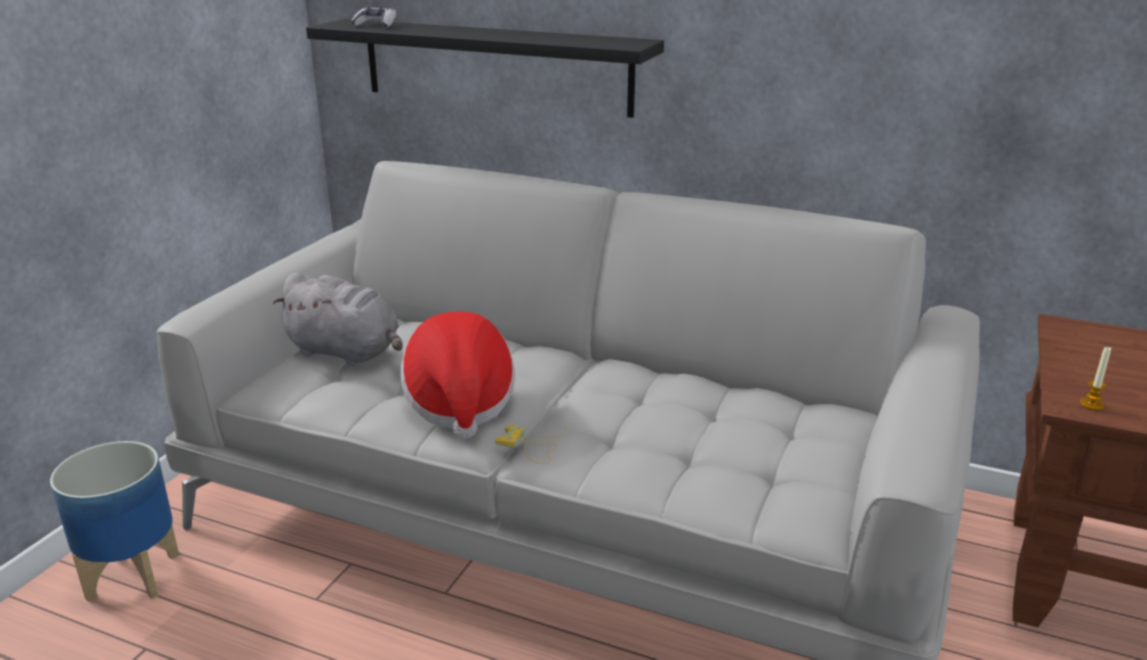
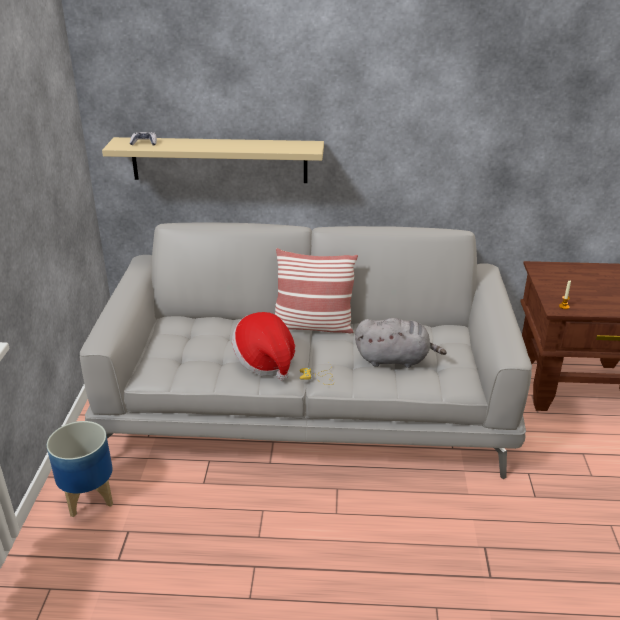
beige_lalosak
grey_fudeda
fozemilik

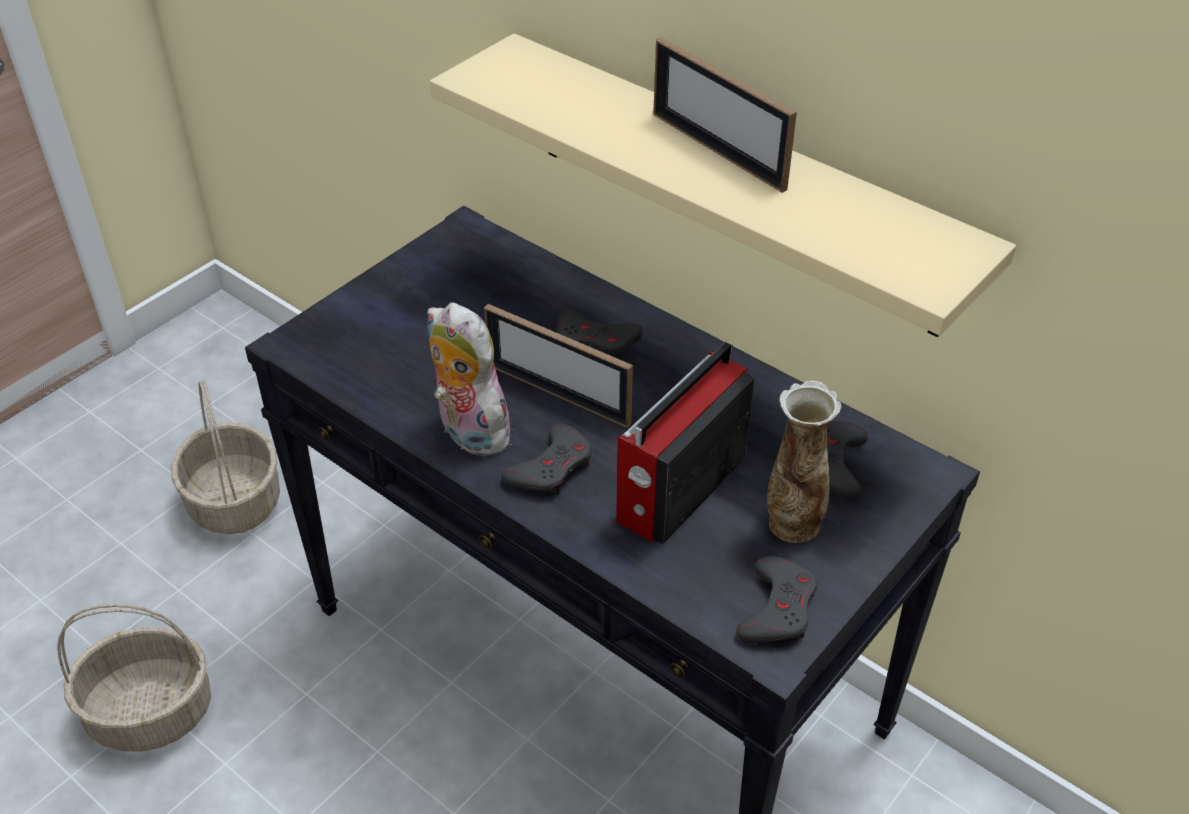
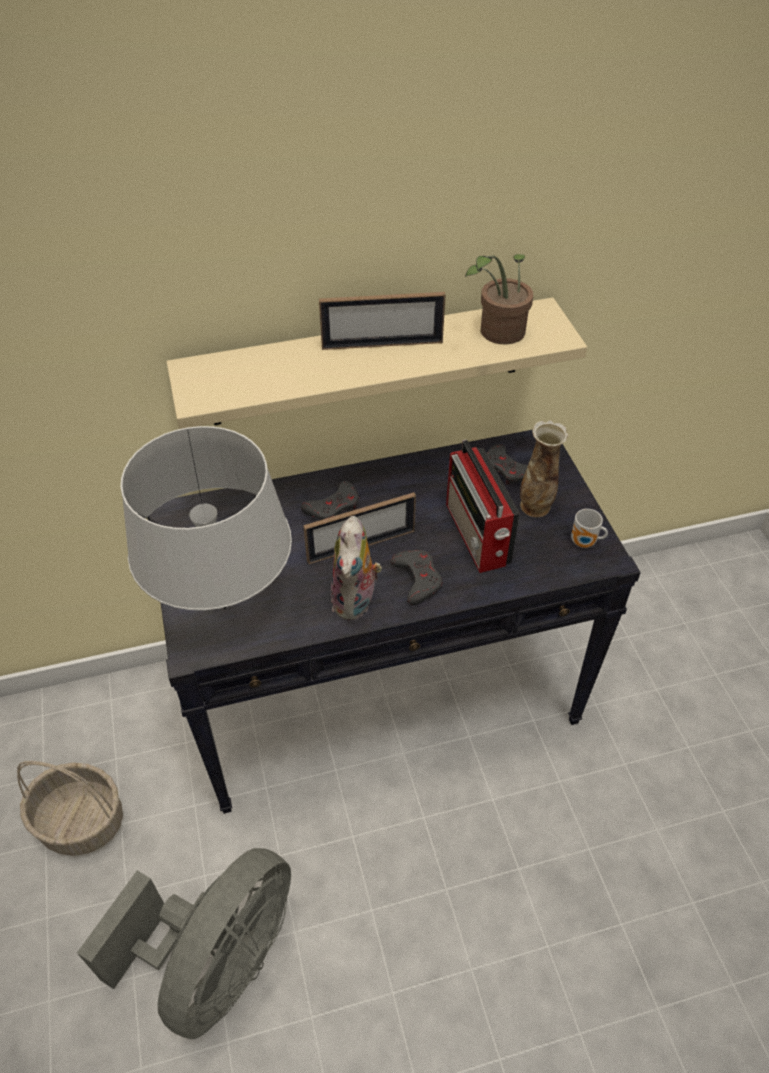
fudeda
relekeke
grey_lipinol
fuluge
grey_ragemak

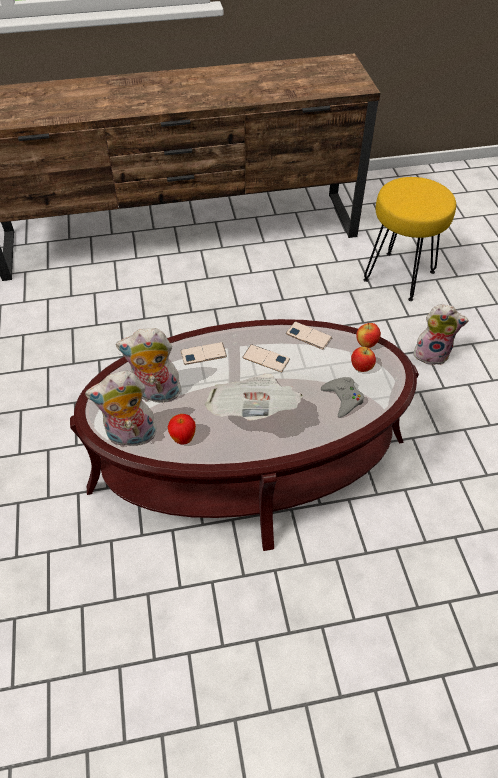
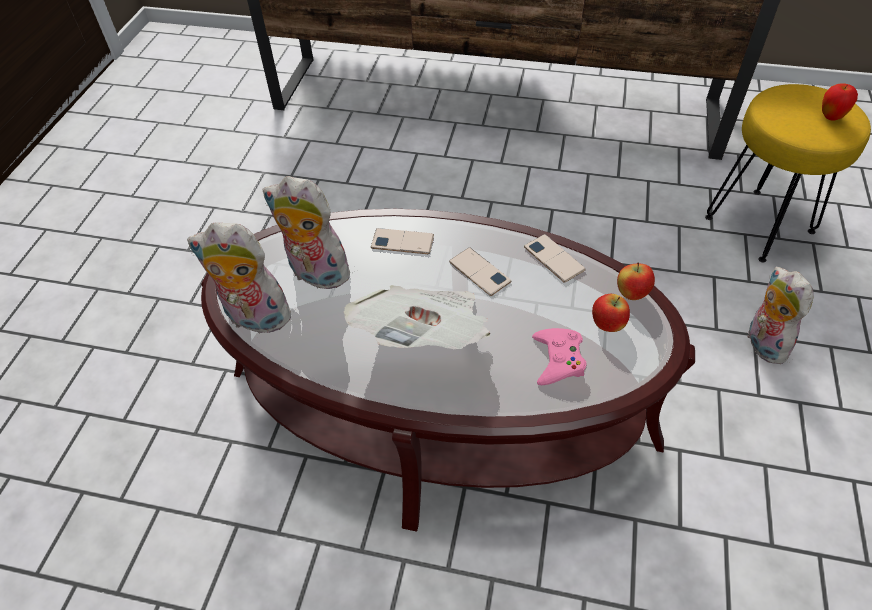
fudeda (3rd from left)
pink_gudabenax
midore (3rd from left)

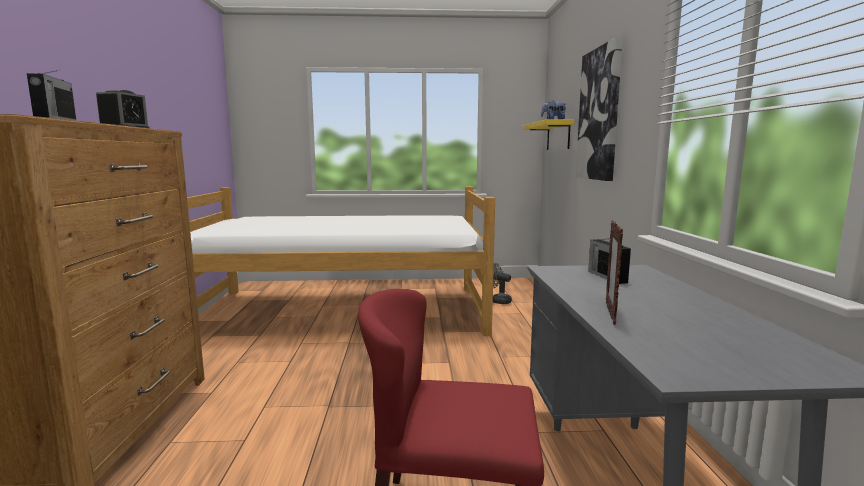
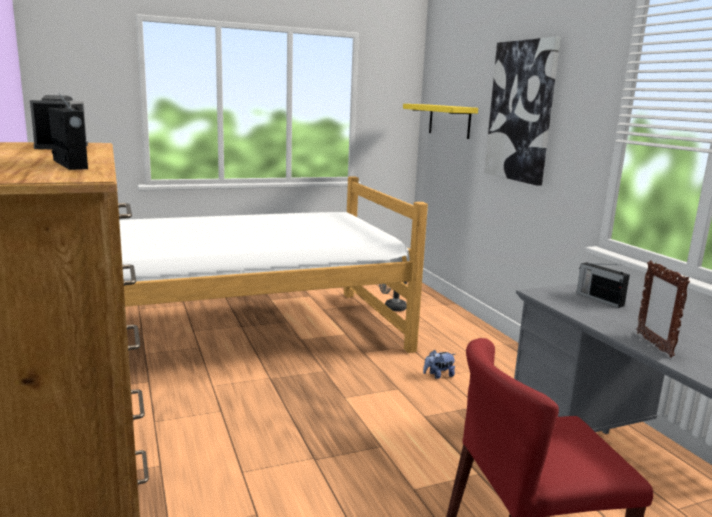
fudeda

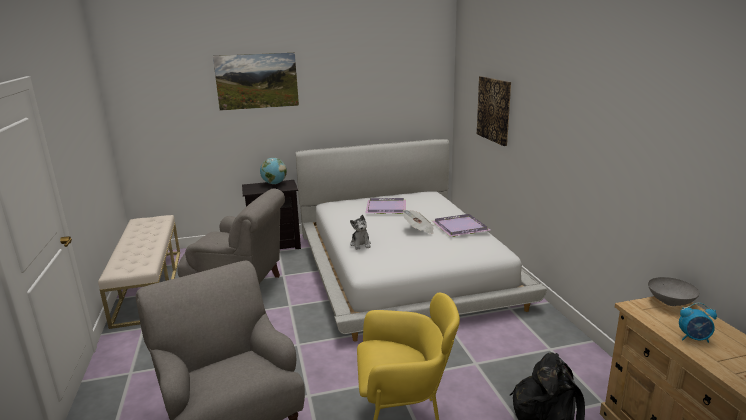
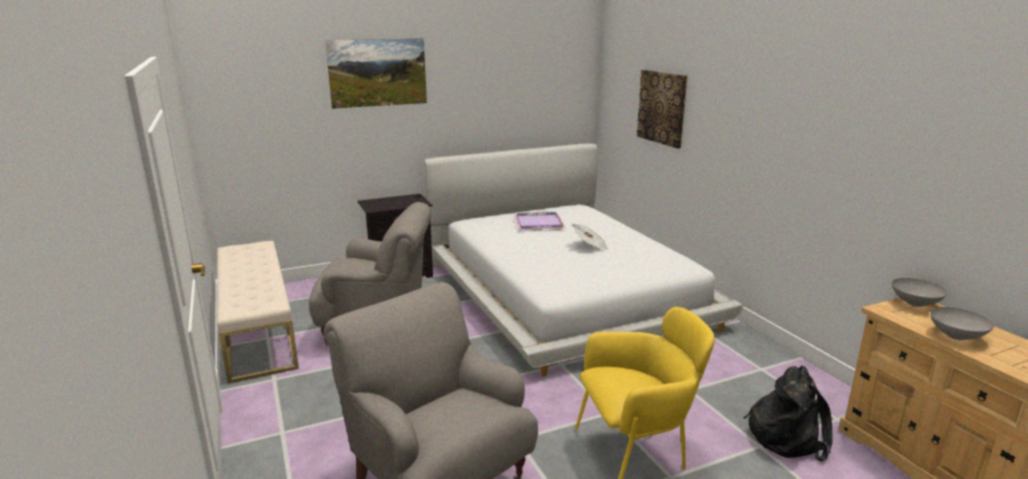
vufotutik
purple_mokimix (2nd from left in the first image)
fudeda
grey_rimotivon (2nd from left)

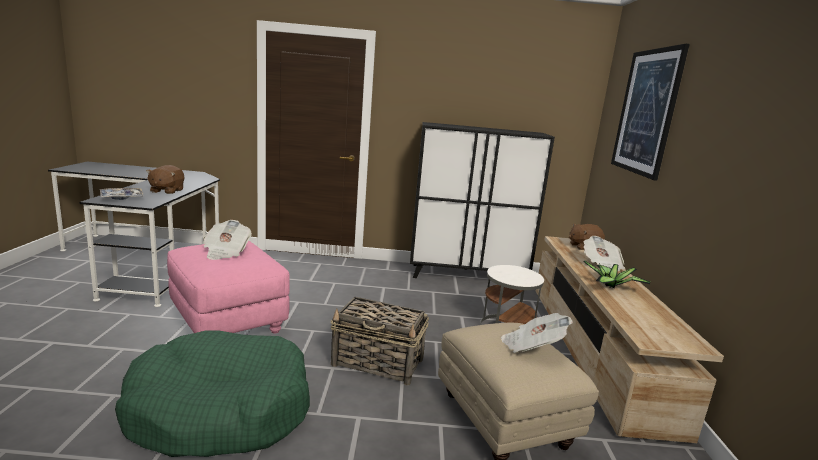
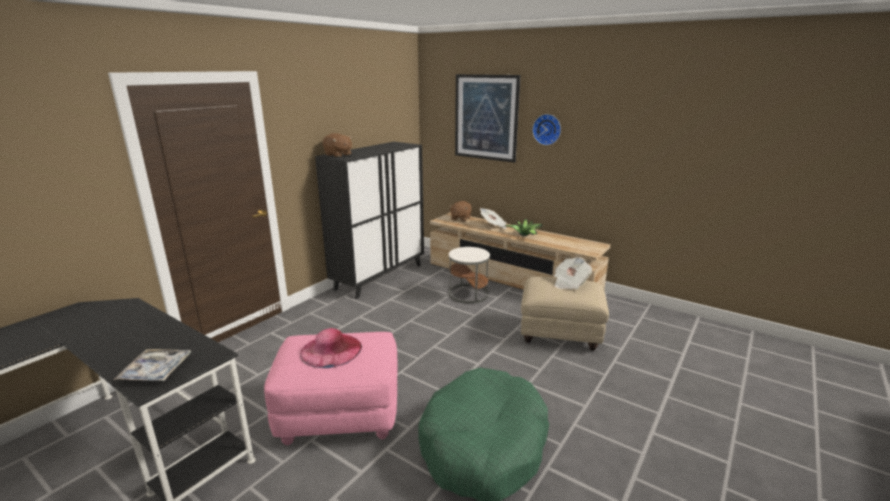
brown_fudeda (1st from left)
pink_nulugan
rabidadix
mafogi

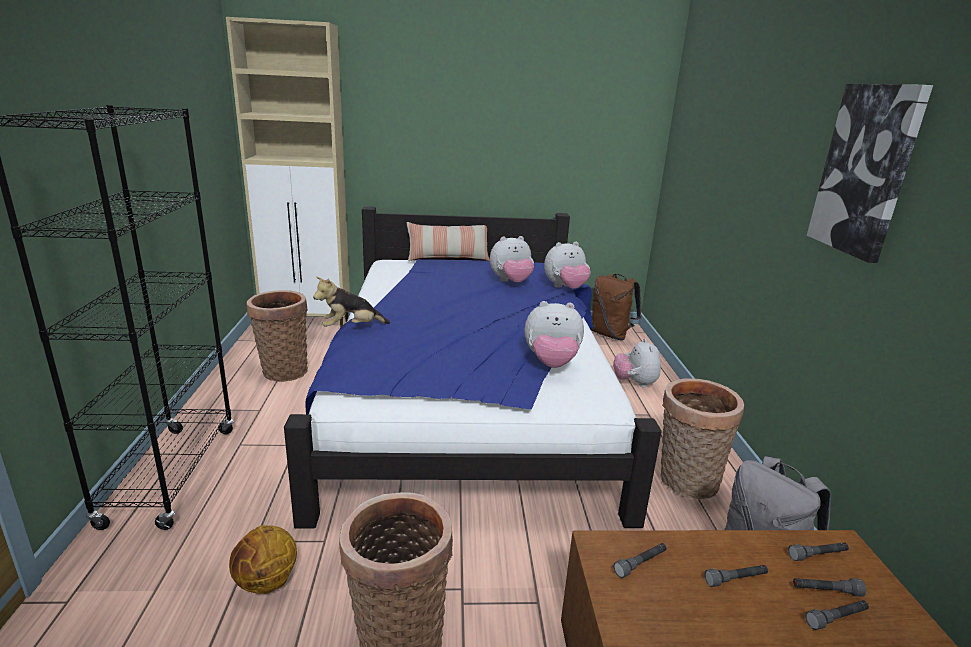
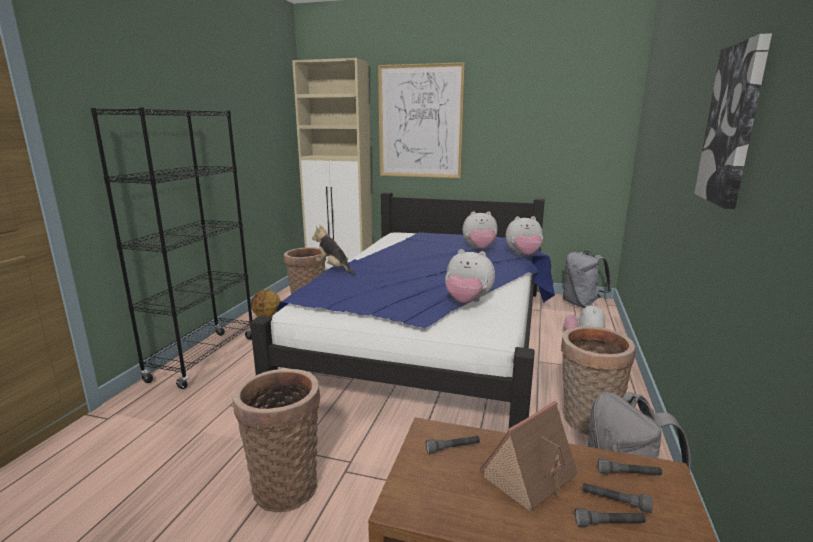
fozemilik
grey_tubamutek (1st from left)
fudeda (1st from left)
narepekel
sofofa
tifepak (1st from left)

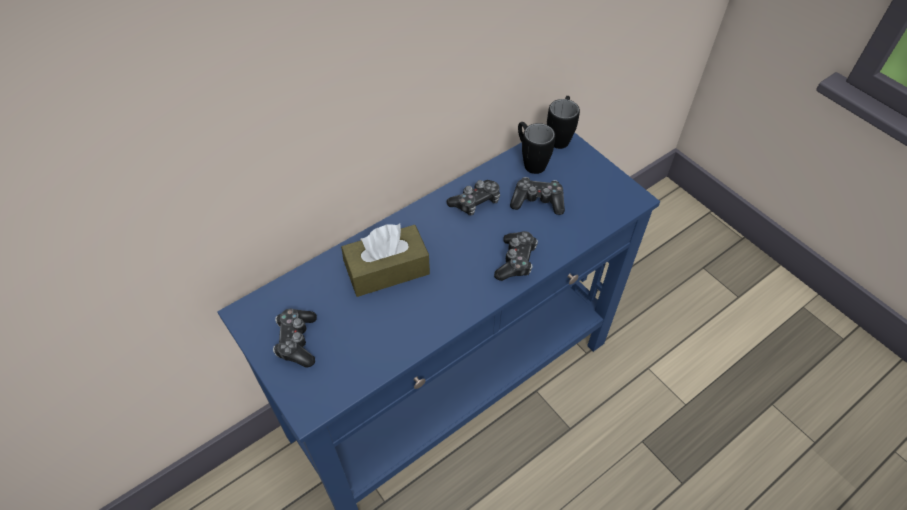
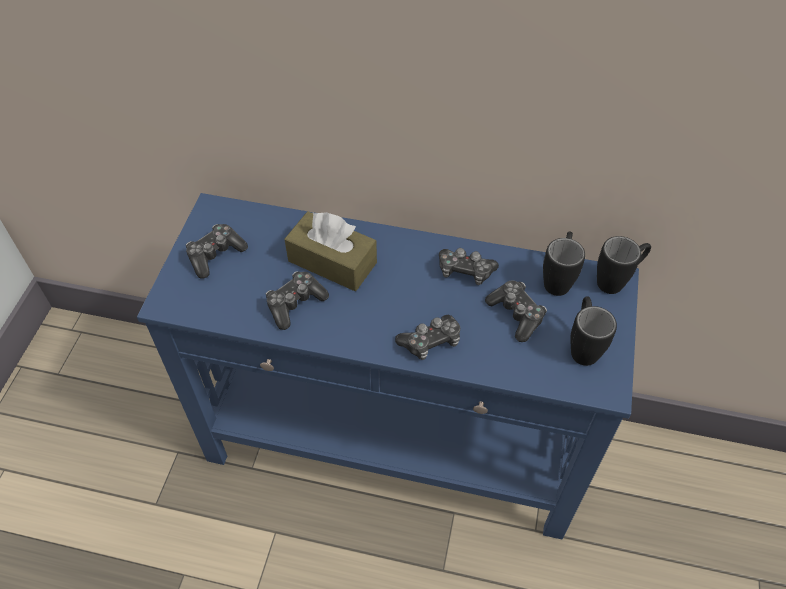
gudabenax (2nd from left)
black_relekeke (2nd from left)

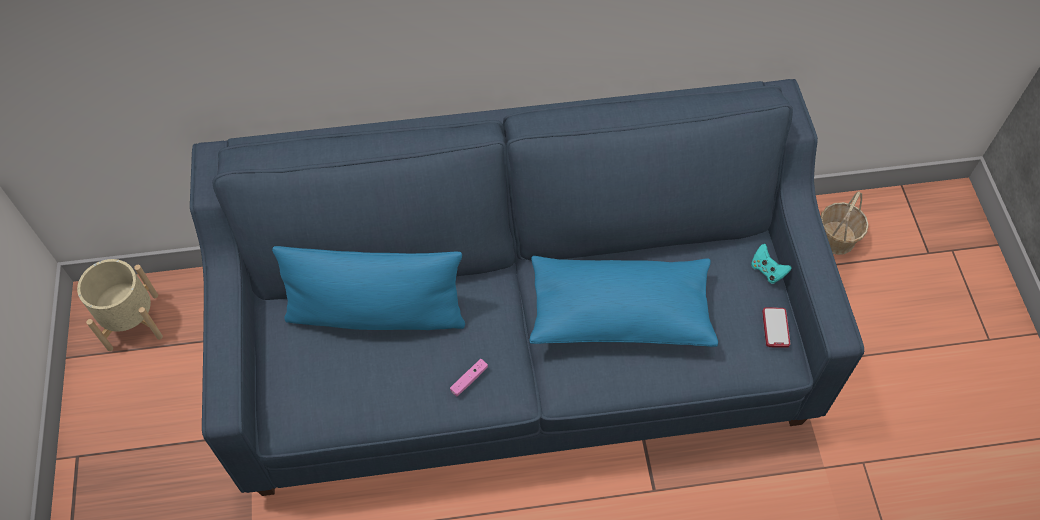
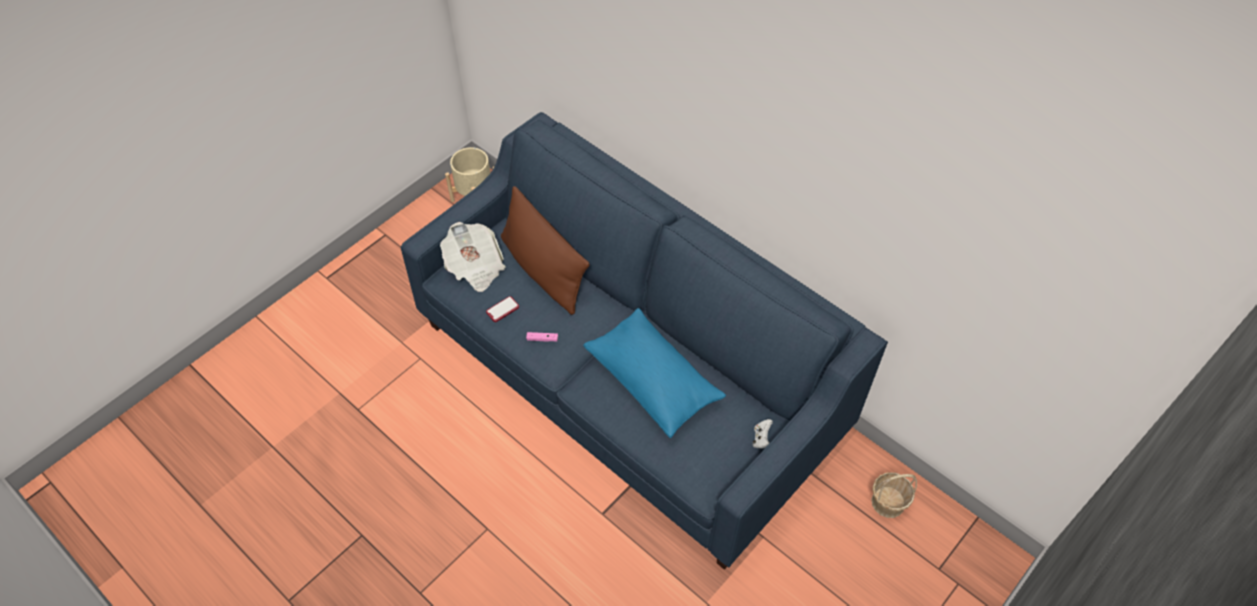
white_gudabenax
brown_fozemilik
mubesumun
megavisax

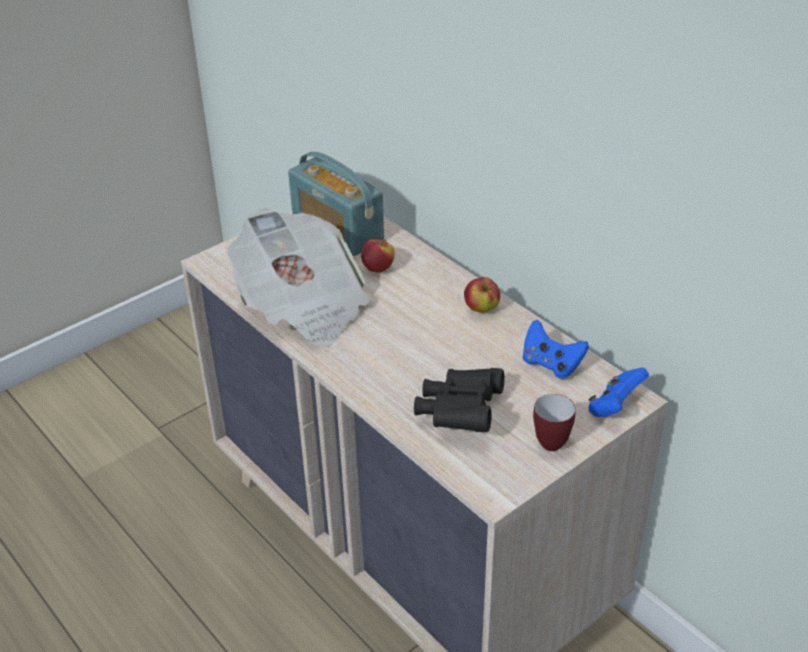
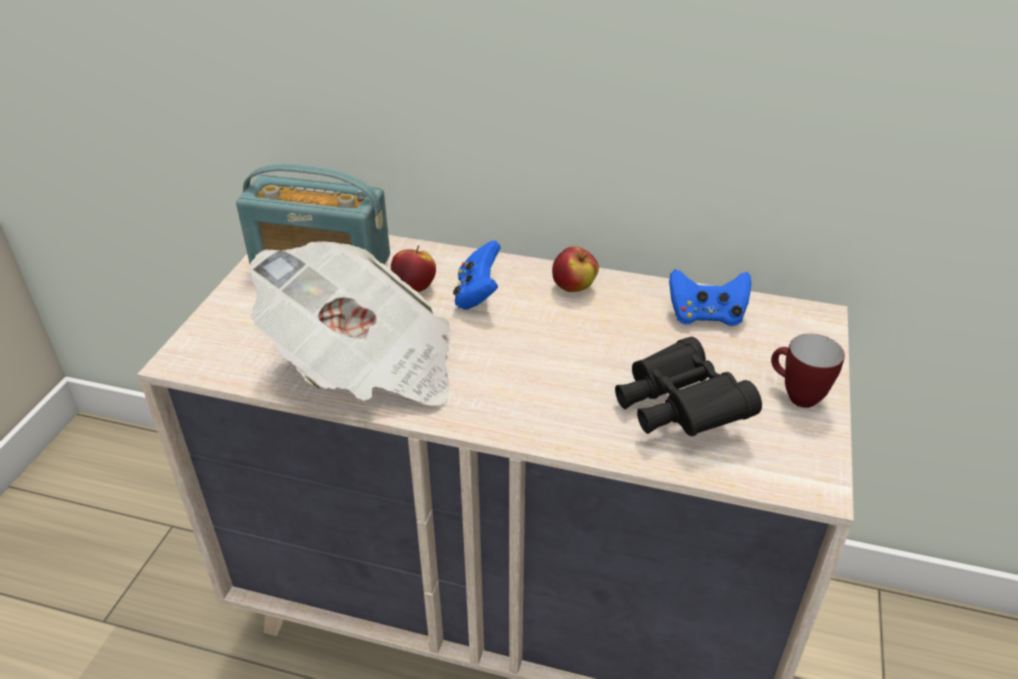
blue_gudabenax (1st from left)

